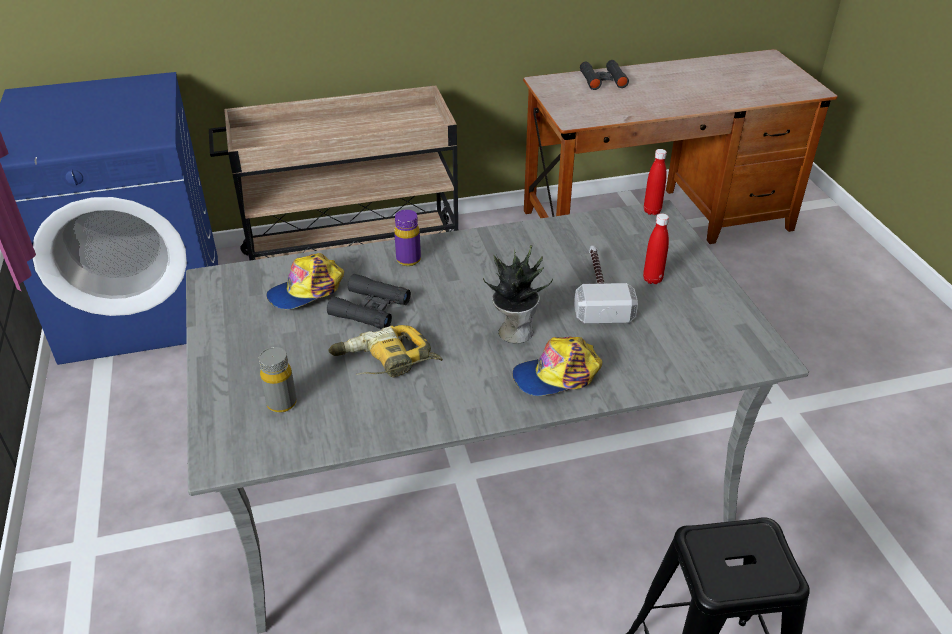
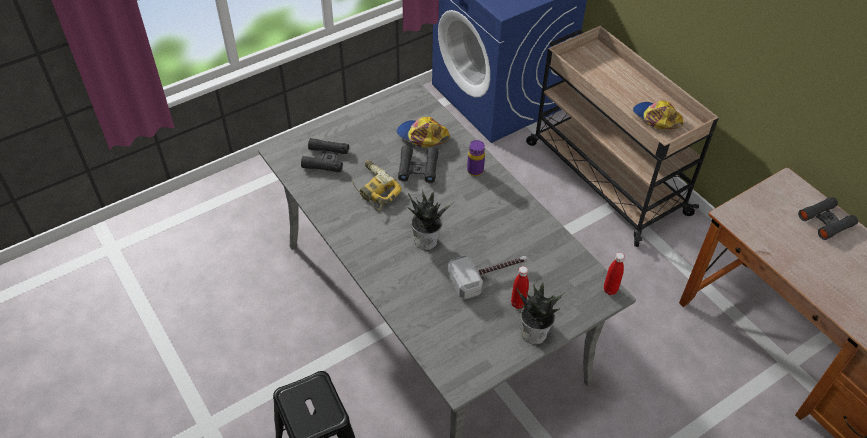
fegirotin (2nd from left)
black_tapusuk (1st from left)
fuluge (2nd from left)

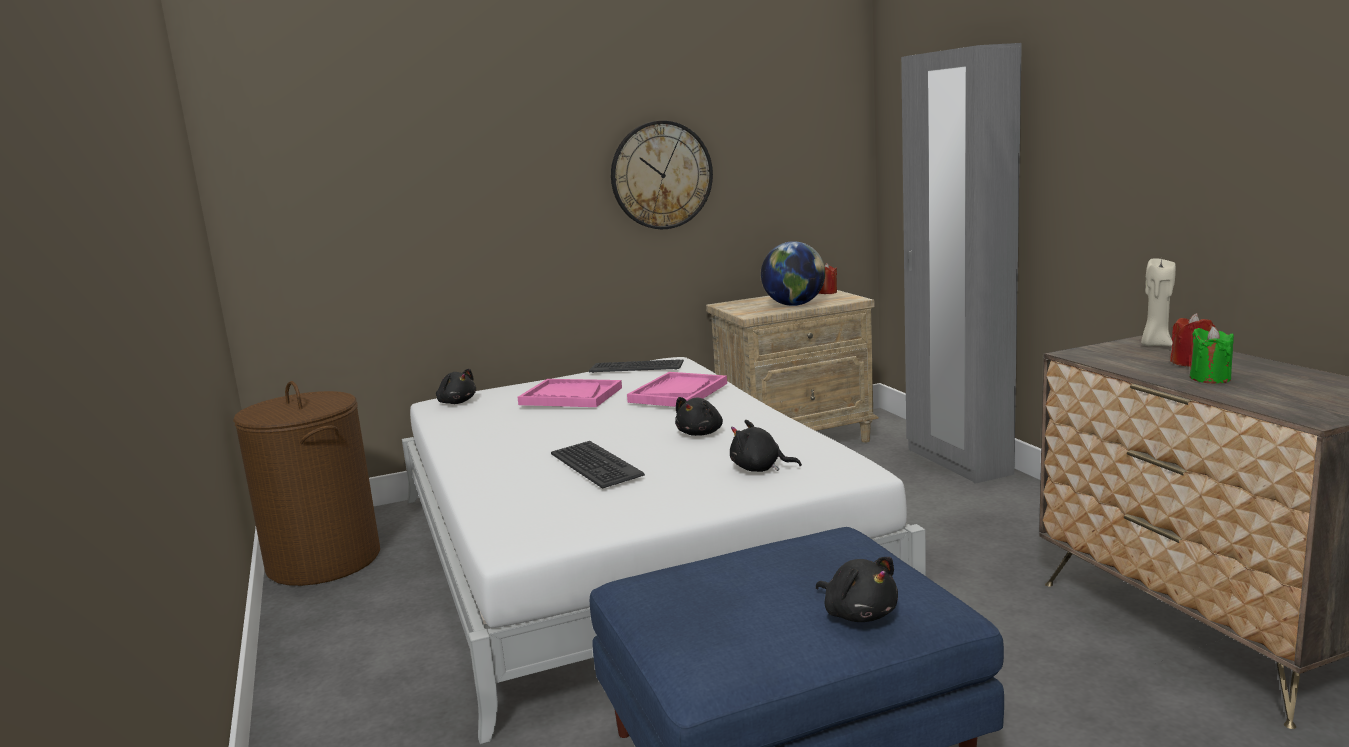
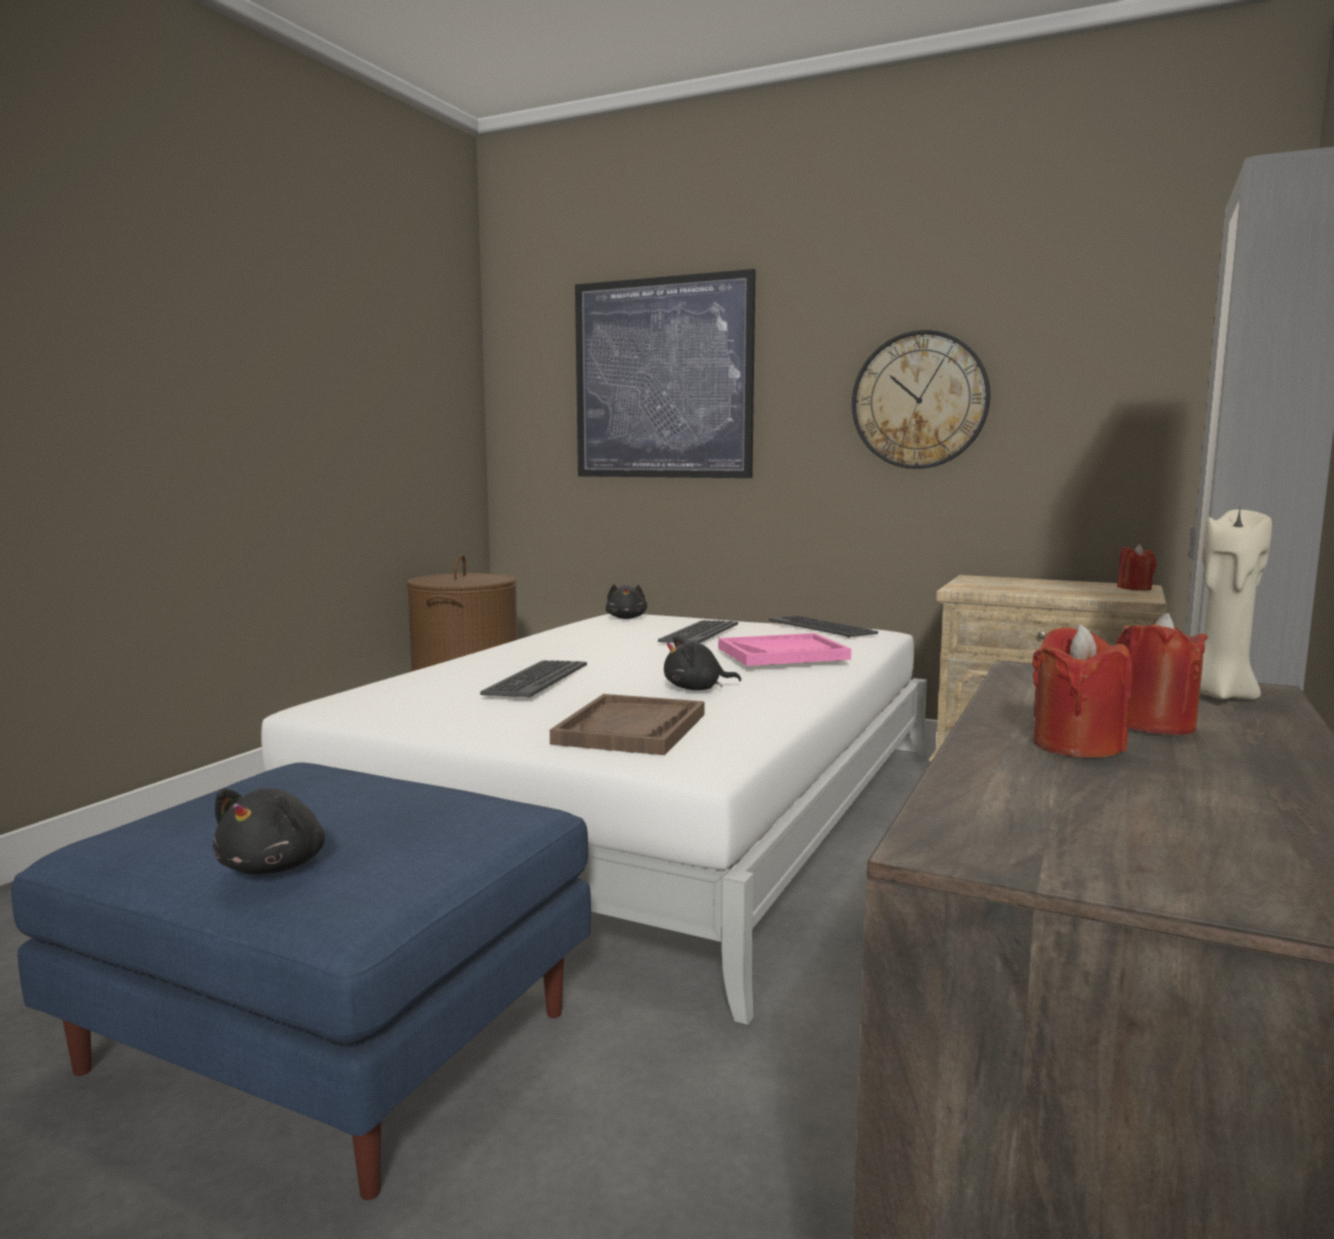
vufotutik
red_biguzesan (1st from left)
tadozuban (2nd from left)
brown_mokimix
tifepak

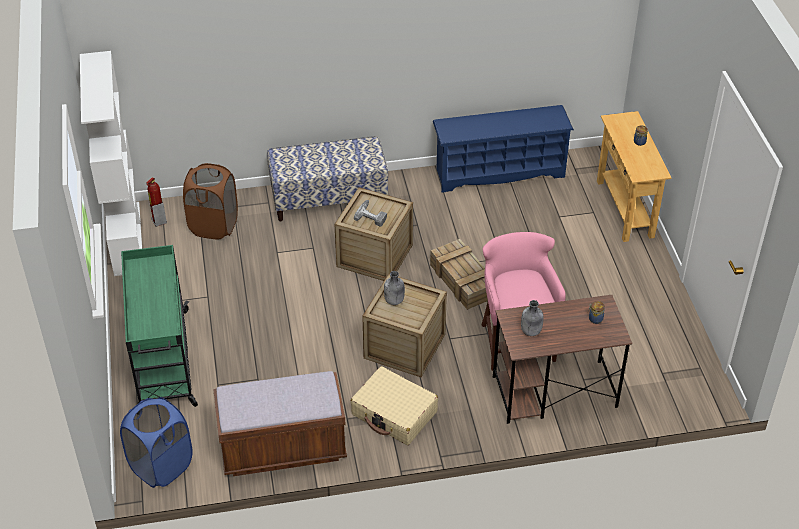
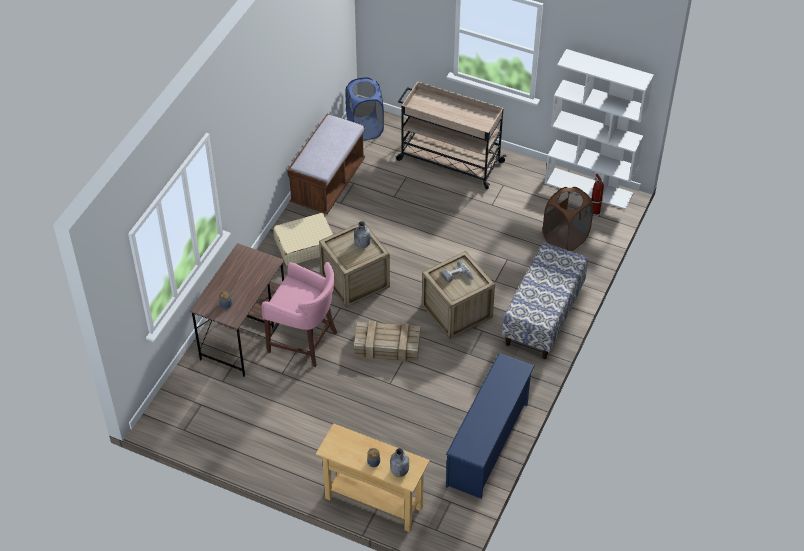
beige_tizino
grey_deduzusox (2nd from left)

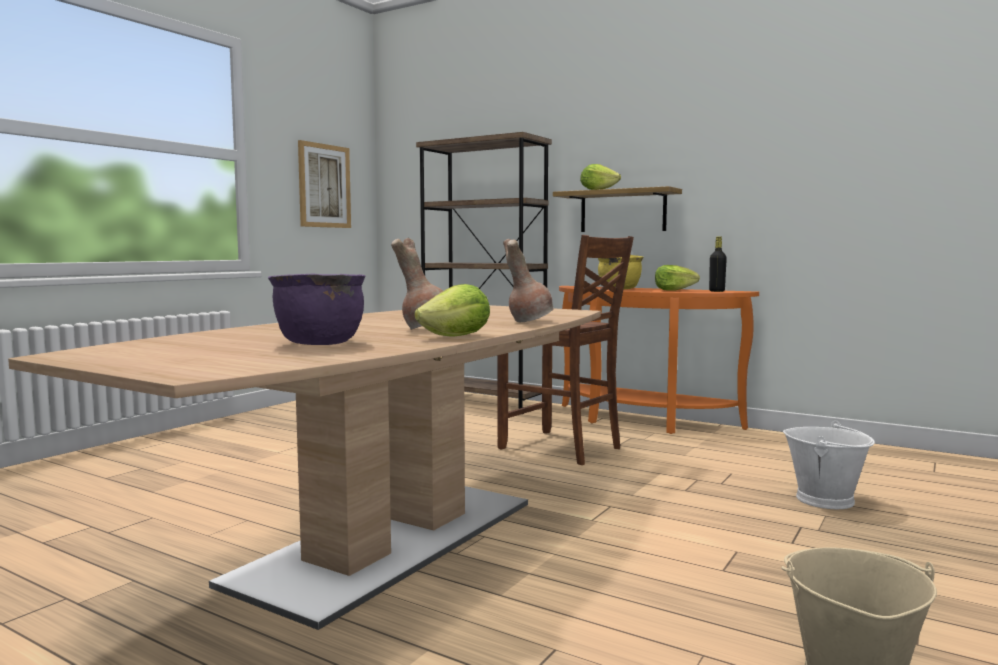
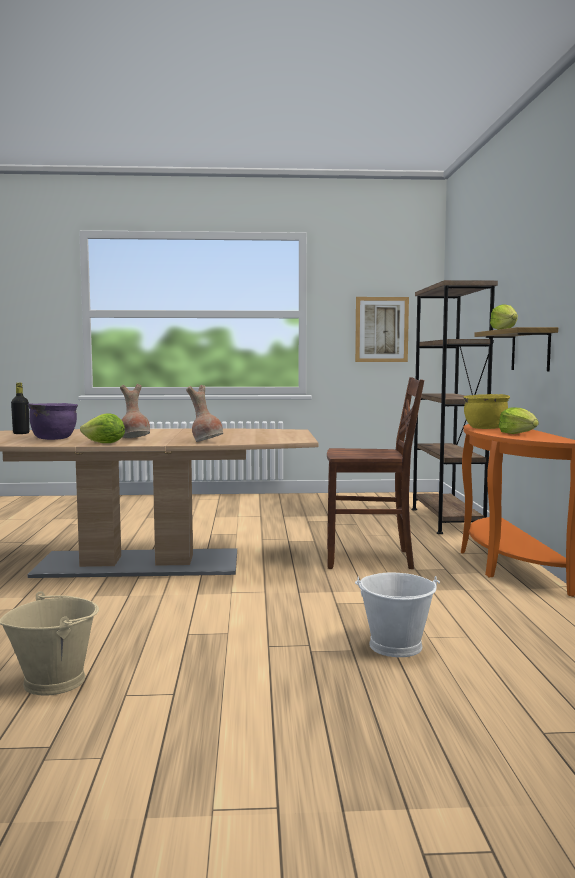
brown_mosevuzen
black_deduzusox

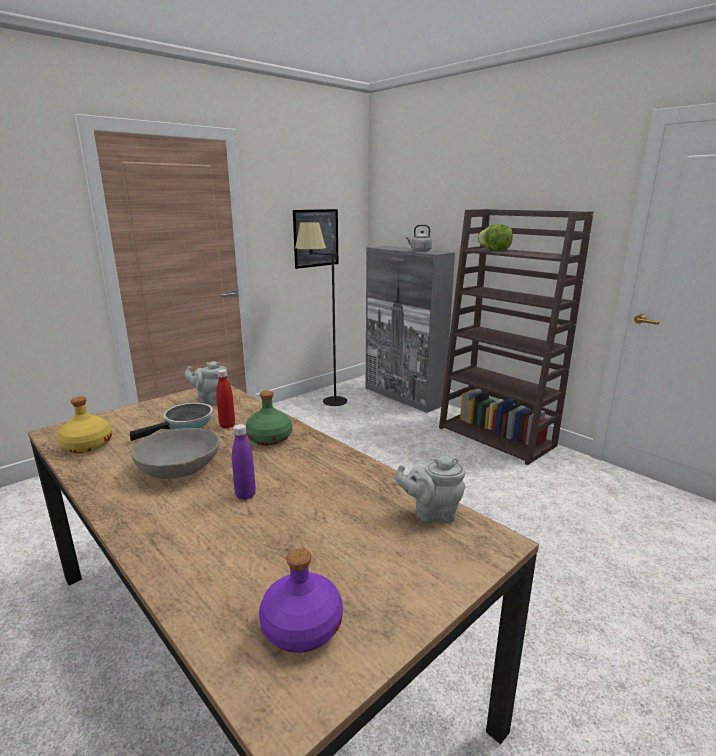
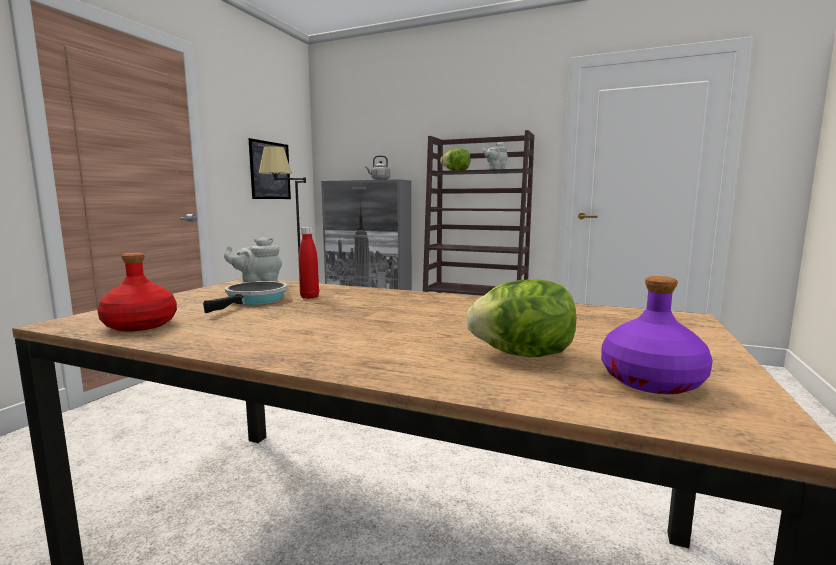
green_deduzusox
red_deduzusox (1st from left)
purple_deduzusox (1st from left in the first image)
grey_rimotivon
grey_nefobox (2nd from left)
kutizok (2nd from left)

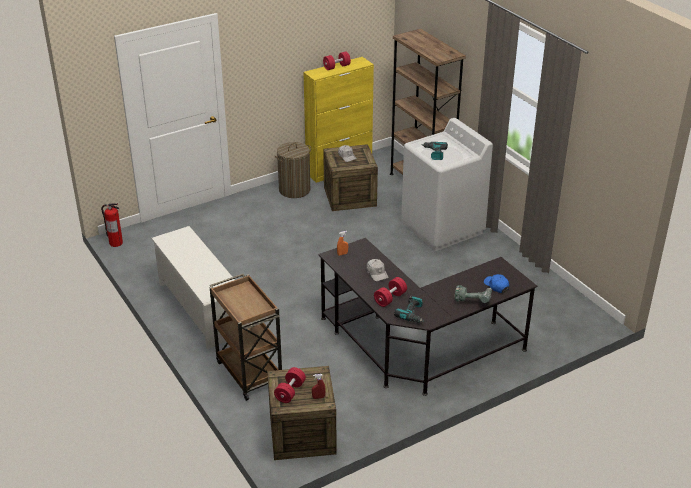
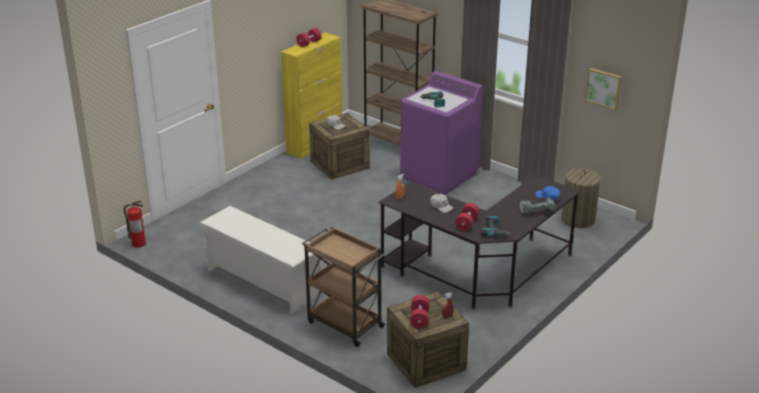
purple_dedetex
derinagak
tifepak

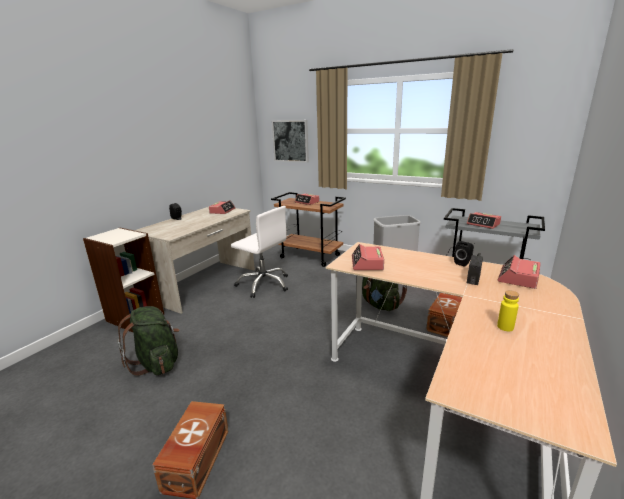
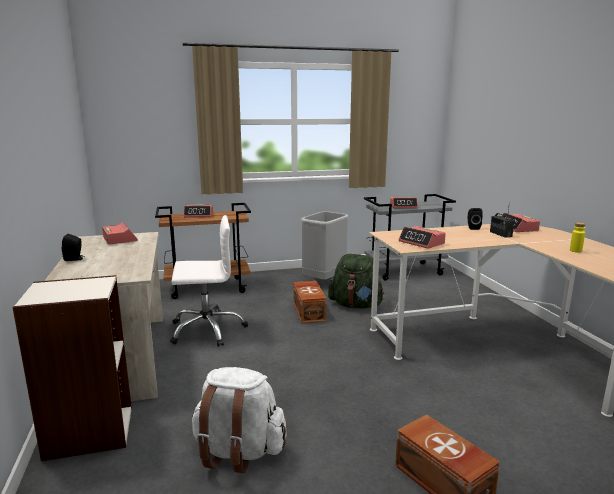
tifepak
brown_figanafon (1st from left)
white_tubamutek

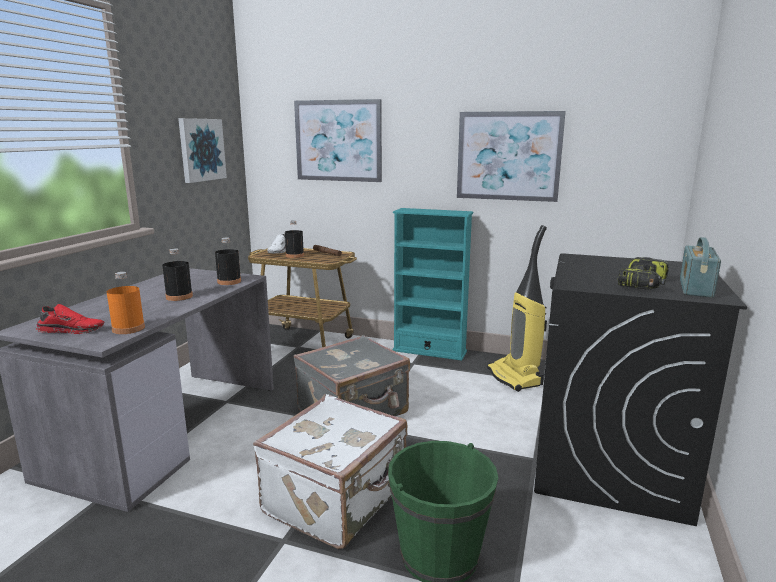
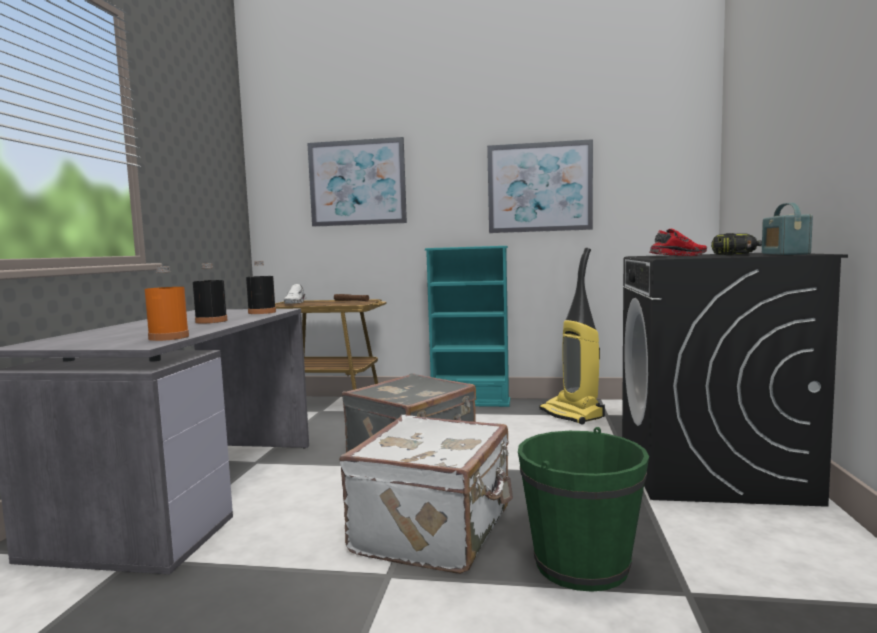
tifepak (1st from left in the first image)
black_deduzusox (3rd from left in the first image)
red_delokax

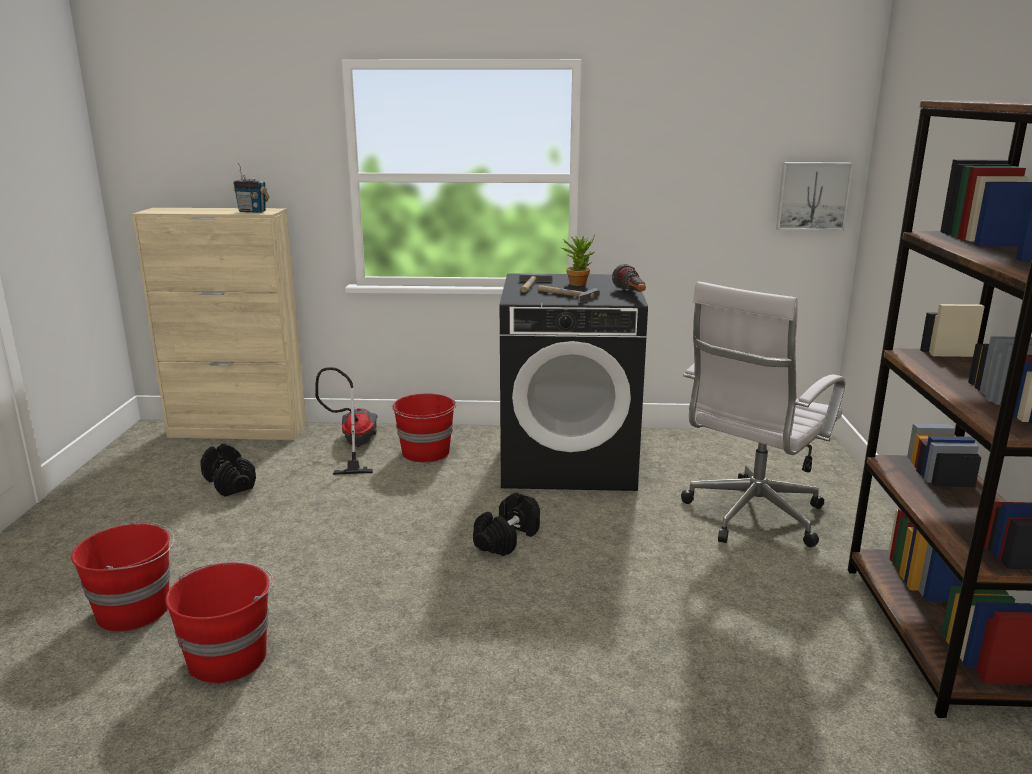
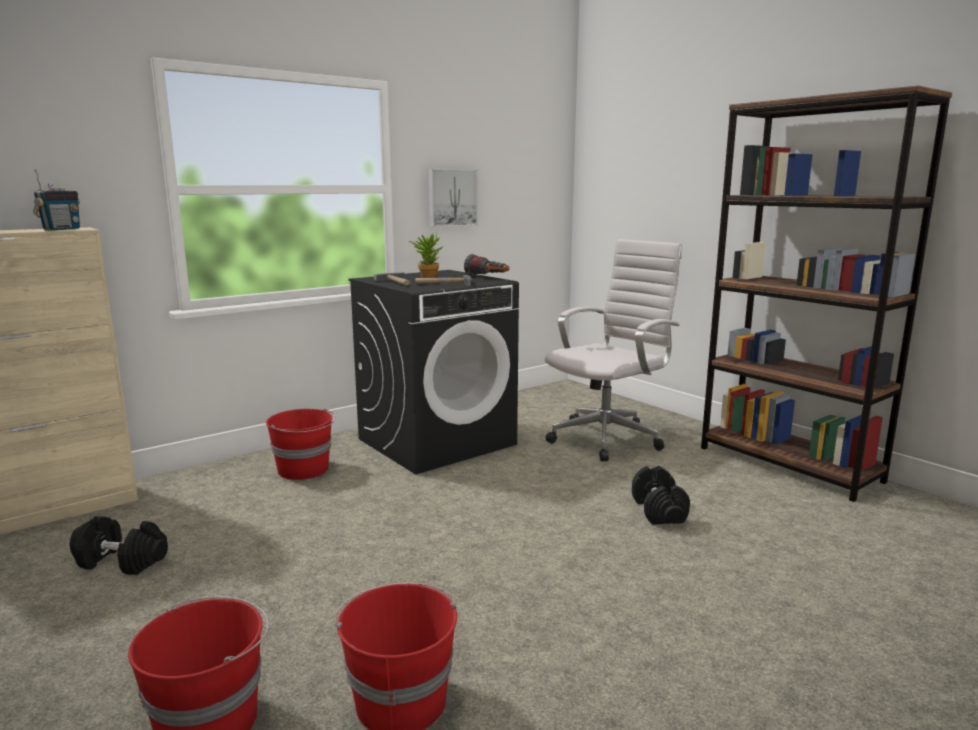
tifepak
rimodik
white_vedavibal
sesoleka
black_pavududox (2nd from left)

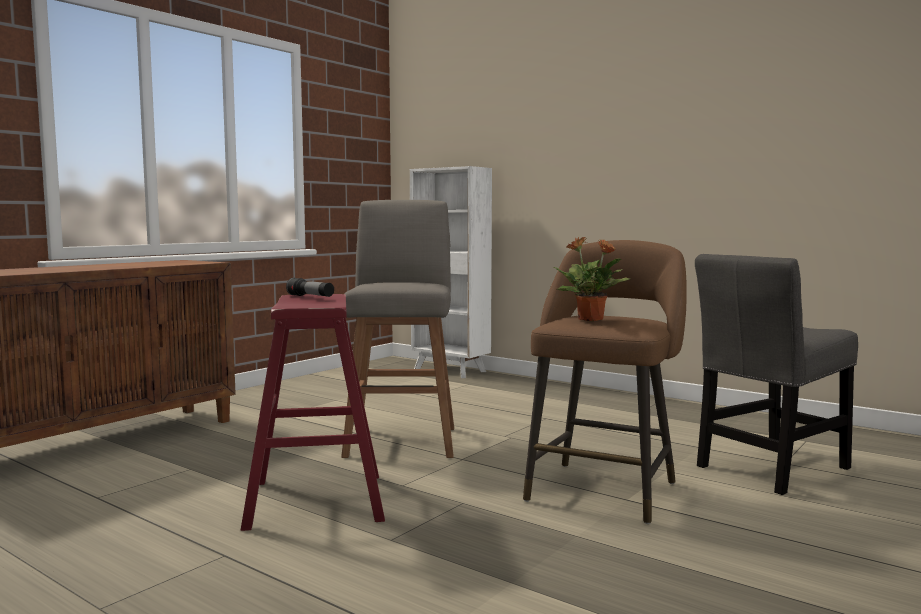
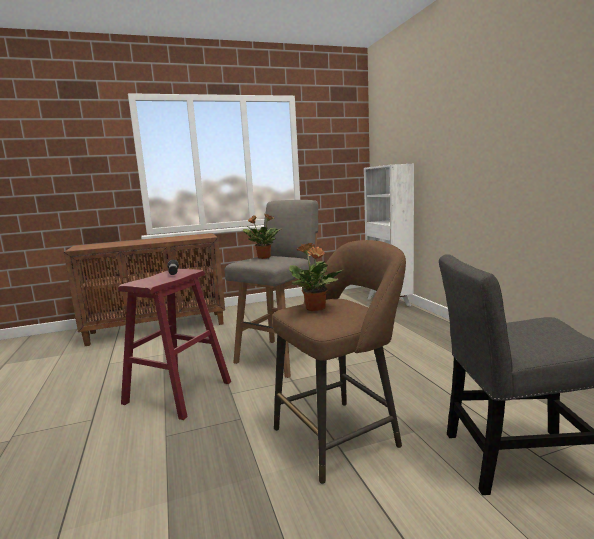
fuluge (1st from left)

